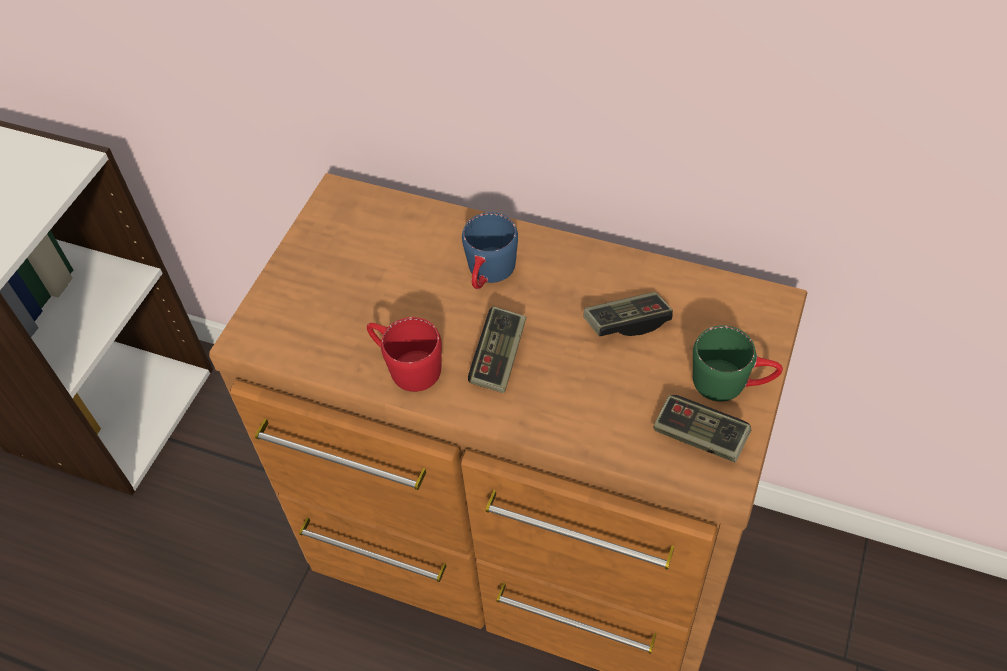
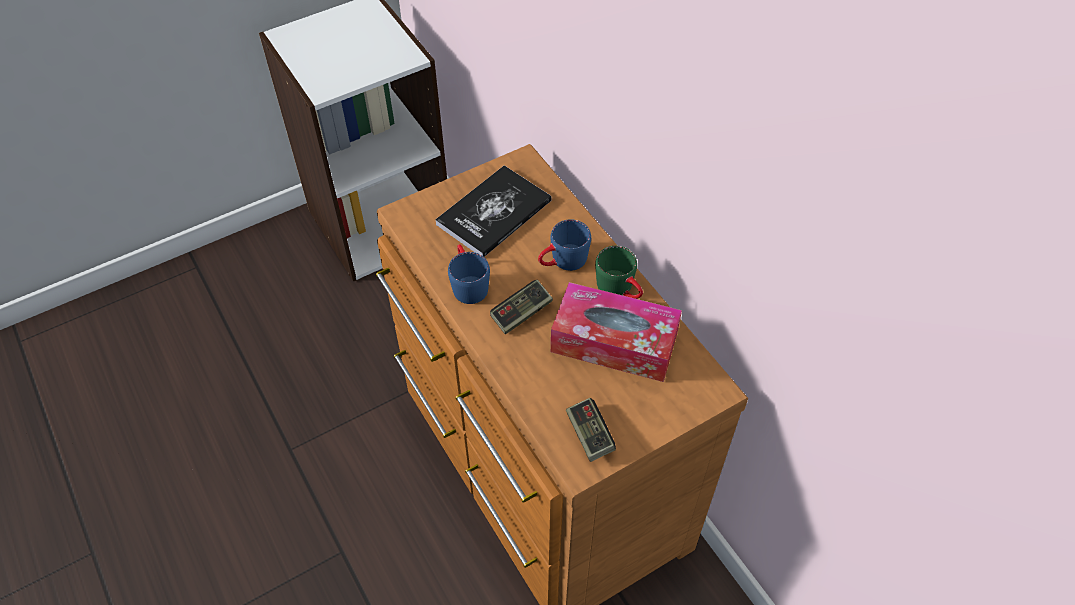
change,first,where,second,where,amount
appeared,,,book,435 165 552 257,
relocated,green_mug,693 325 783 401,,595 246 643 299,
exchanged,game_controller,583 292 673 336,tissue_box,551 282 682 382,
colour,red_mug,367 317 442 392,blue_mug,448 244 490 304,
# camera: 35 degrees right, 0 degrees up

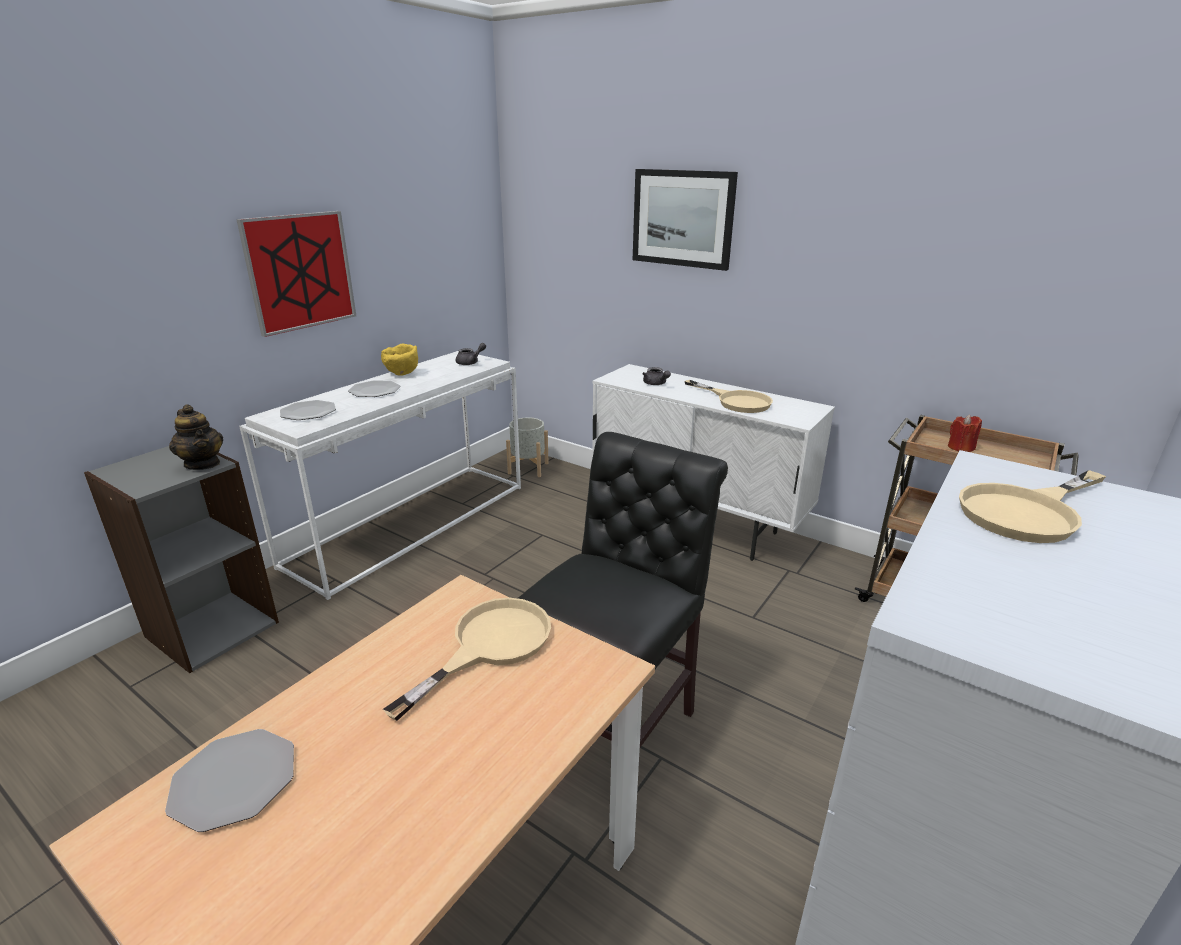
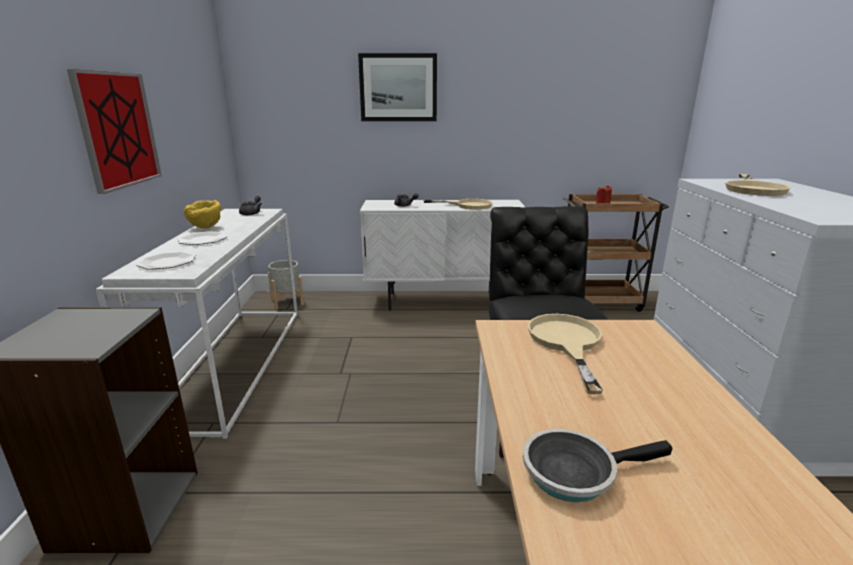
change,first,where,second,where,amount
missing,teapot,169 404 223 470,,,
exchanged,plate,165 729 294 832,frying_pan,523 429 672 502,
# camera: 35 degrees left, 5 degrees down

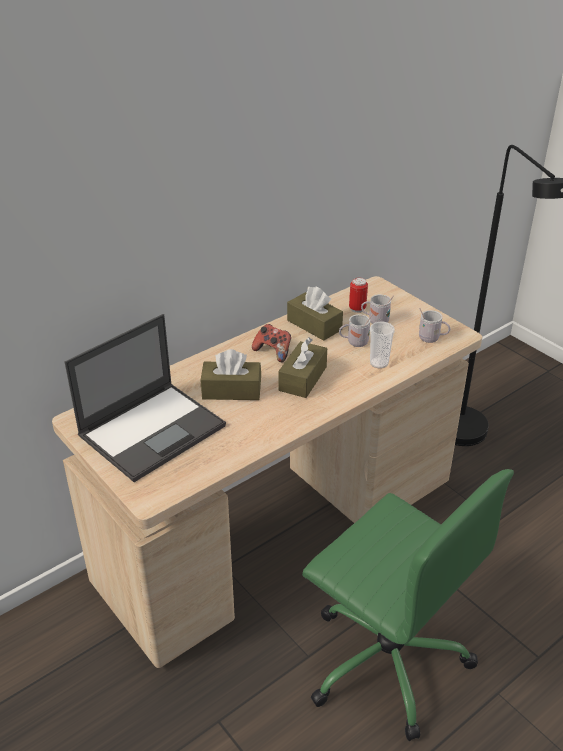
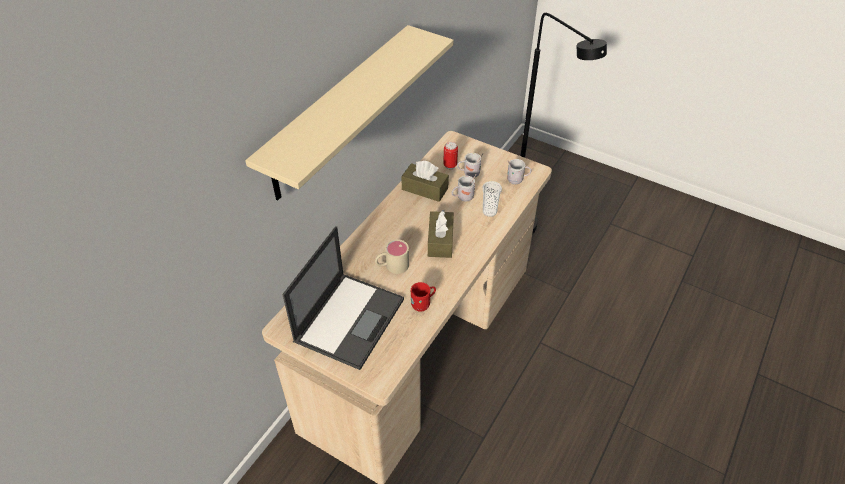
change,first,where,second,where,amount
missing,game_controller,252 324 291 362,,,
missing,green_office_chair,302 469 514 741,,,
appeared,,,beige_shelf,245 25 454 200,
appeared,,,red_mug,411 282 436 311,
exchanged,brown_tissue_box,201 349 261 400,beige_mug,375 239 409 274,
# camera: 20 degrees left, 10 degrees up

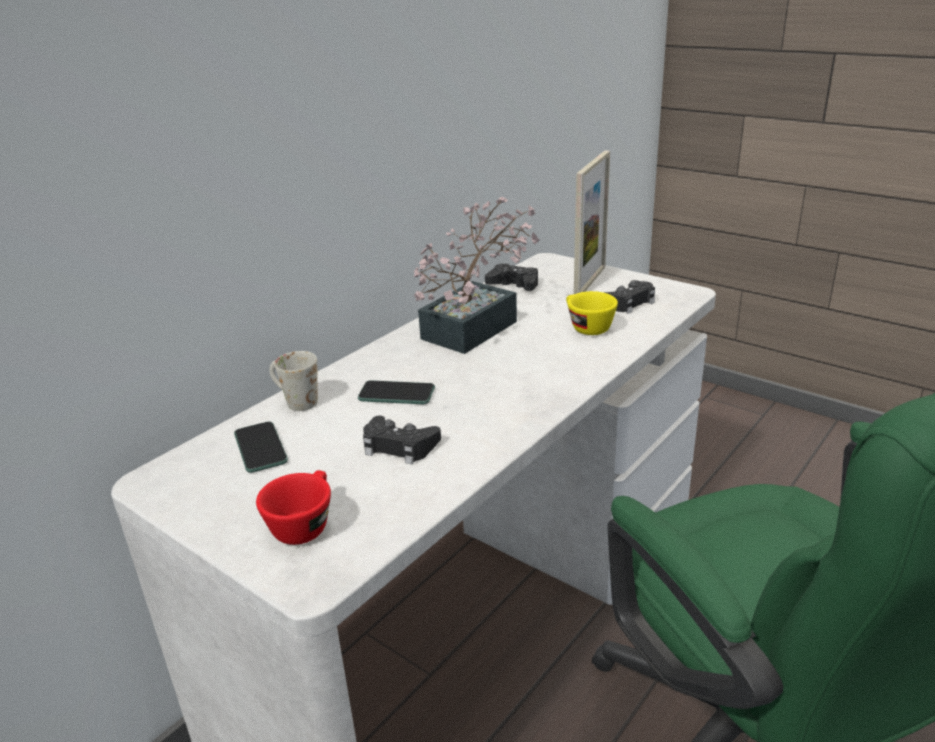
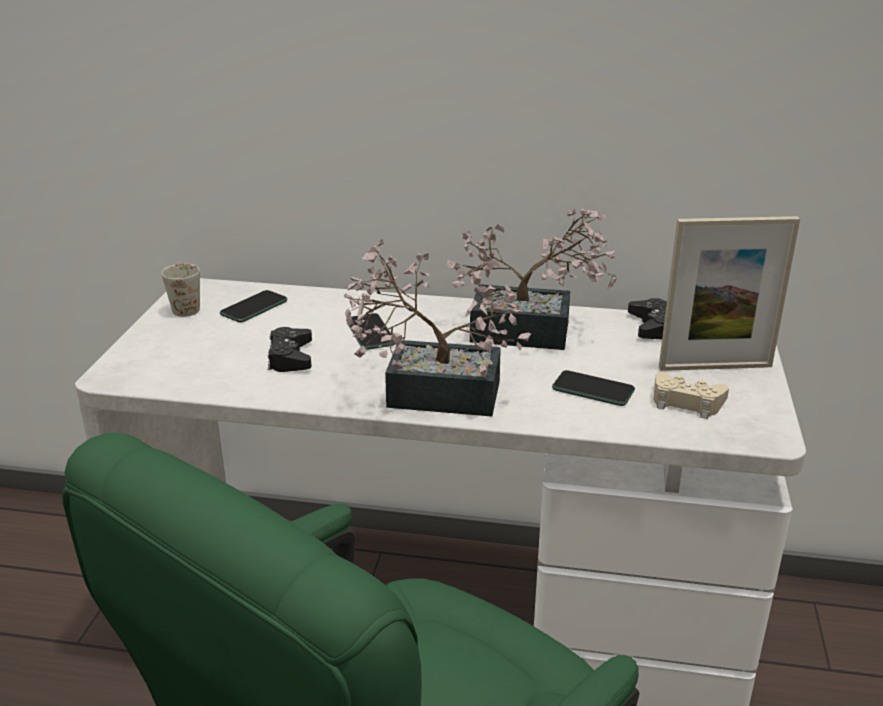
change,first,where,second,where,amount
missing,red_cup,256 470 331 545,,,
appeared,,,potted_plant,344 239 531 417,
relocated,white_mug,269 351 318 411,,161 263 200 317,
exchanged,yellow_cup,566 291 618 335,phone,552 370 635 406,
colour,black_game_controller,603 280 655 314,beige_game_controller,653 372 729 419,
# camera: 60 degrees right, 0 degrees up

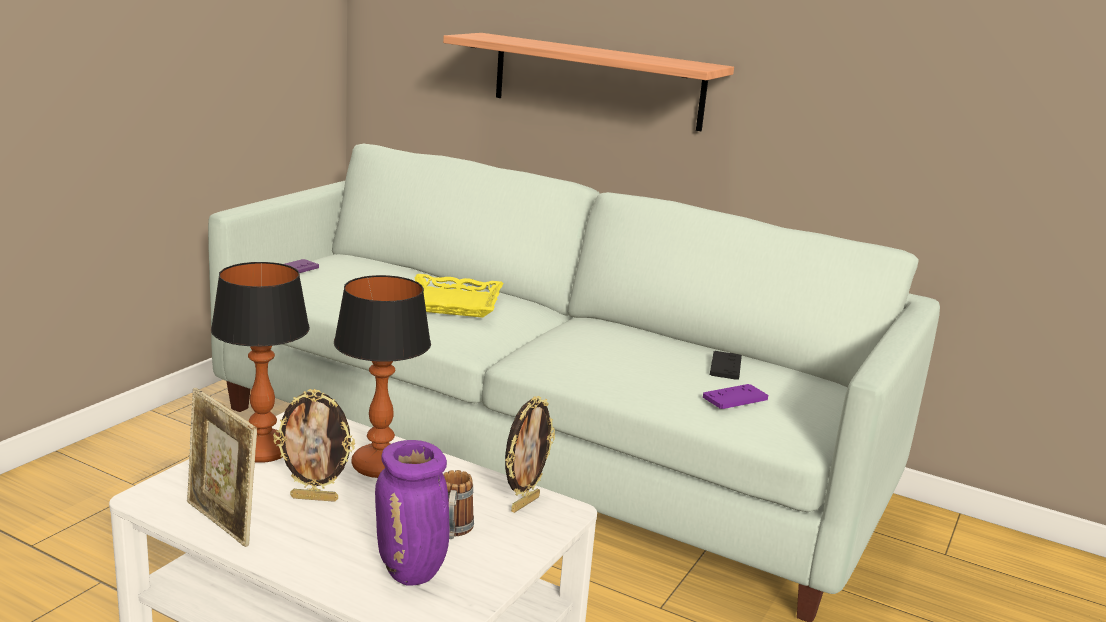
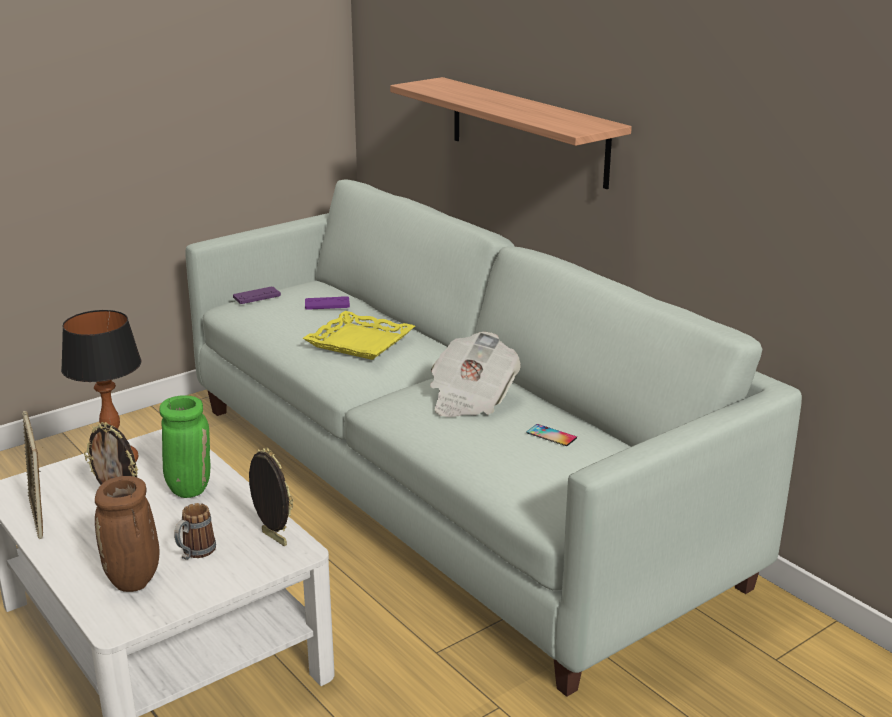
change,first,where,second,where,amount
appeared,,,newspaper,430 332 521 417,
relocated,purple_game_controller,703 384 768 409,,305 296 350 310,
exchanged,table_lamp,334 275 431 478,green_vase,160 395 210 498,
exchanged,black_game_controller,710 351 742 380,phone,527 424 577 446,
colour,purple_vase,375 440 449 586,brown_vase,95 476 159 592,
spun,picture_frame,505 396 555 513,,249 447 293 546,105 degrees counterclockwise
# camera: 25 degrees right, 5 degrees up

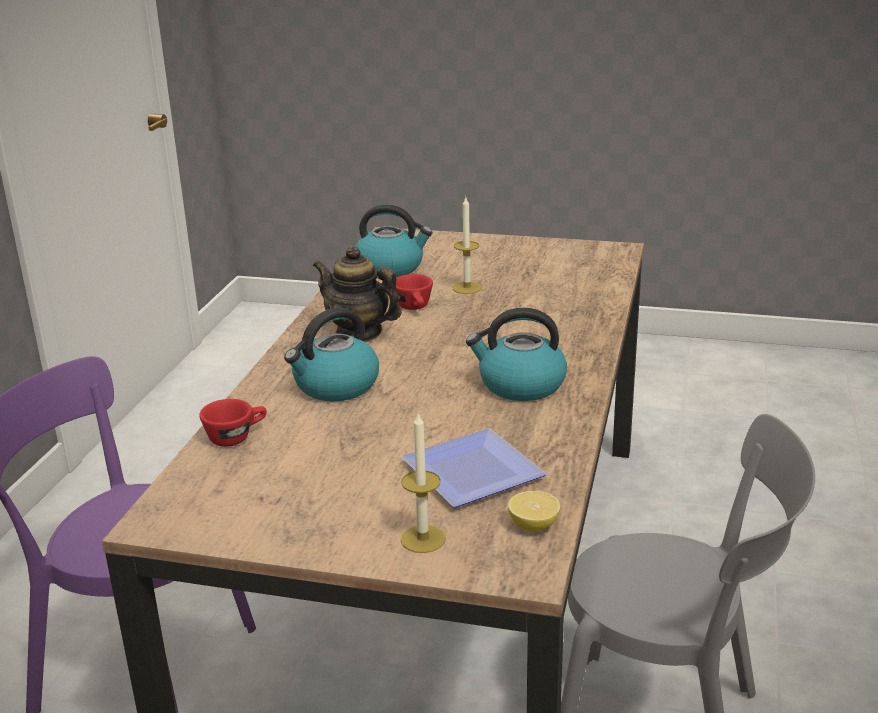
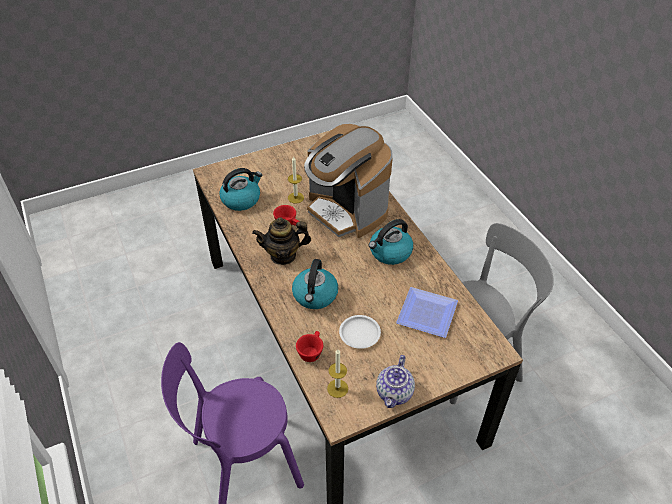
change,first,where,second,where,amount
missing,lemon,508 491 560 532,,,
appeared,,,coffee_machine,304 124 393 238,
appeared,,,white_plate,339 315 381 349,
appeared,,,teapot,376 355 415 408,
relocated,candle,401 412 446 553,,327 349 348 398,
# camera: 40 degrees left, 20 degrees up

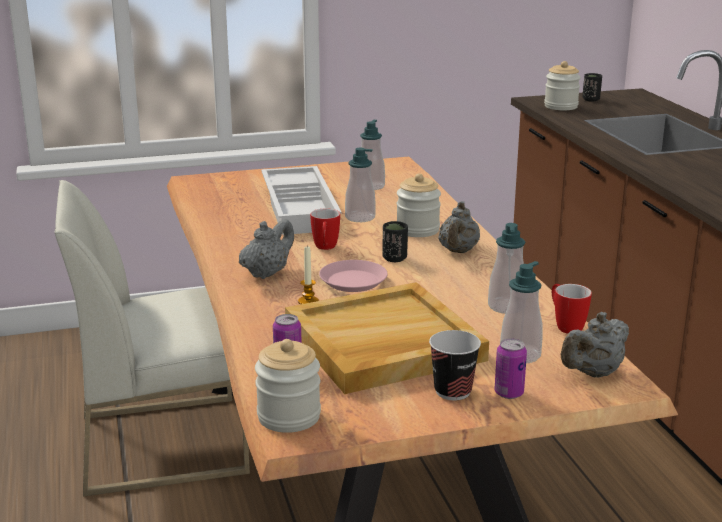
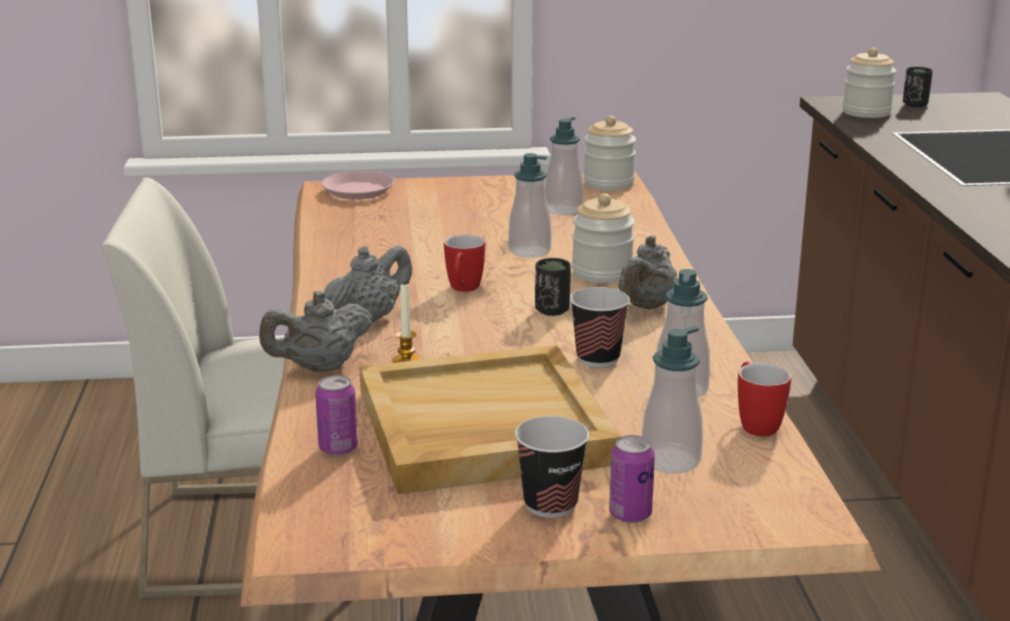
change,first,where,second,where,amount
missing,white_tray,261 166 342 235,,,
appeared,,,cup,570 287 630 367,
relocated,jar,255 339 321 433,,583 116 636 191,
relocated,pink_plate,319 260 388 292,,322 171 394 199,
relocated,grey_teapot,561 312 629 378,,259 291 373 372,
# camera: 10 degrees right, 0 degrees up

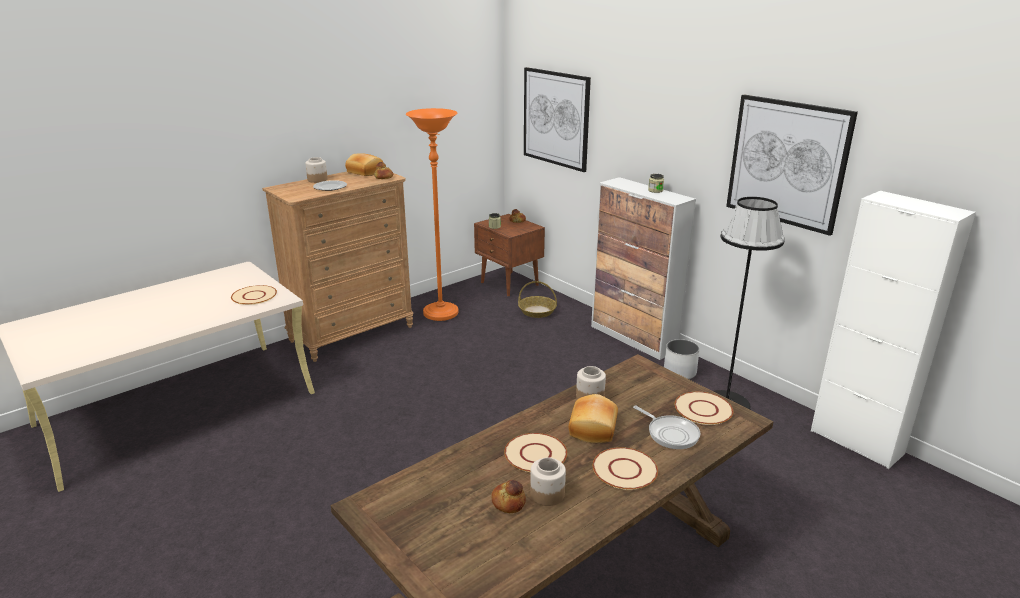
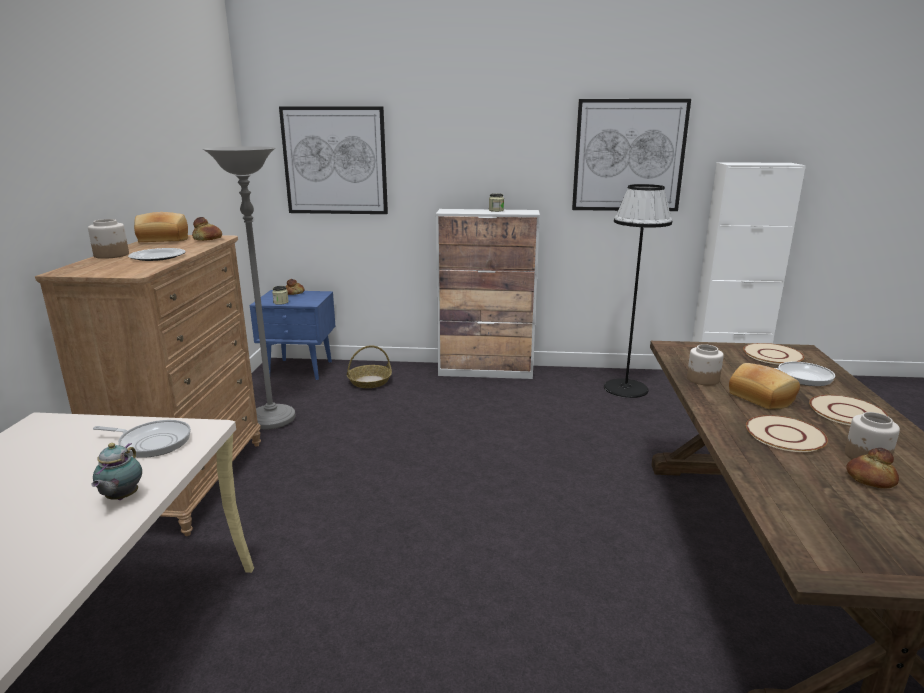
change,first,where,second,where,amount
missing,white_planter,664 339 700 379,,,
appeared,,,teapot,91 443 142 500,
exchanged,beige_plate,231 285 277 305,frying_pan,93 420 191 458,
colour,orange_floor_lamp,406 108 458 321,grey_floor_lamp,203 147 296 429,
colour,brown_nightstand,474 214 545 296,blue_nightstand,250 290 335 380,
# camera: 45 degrees left, 5 degrees down

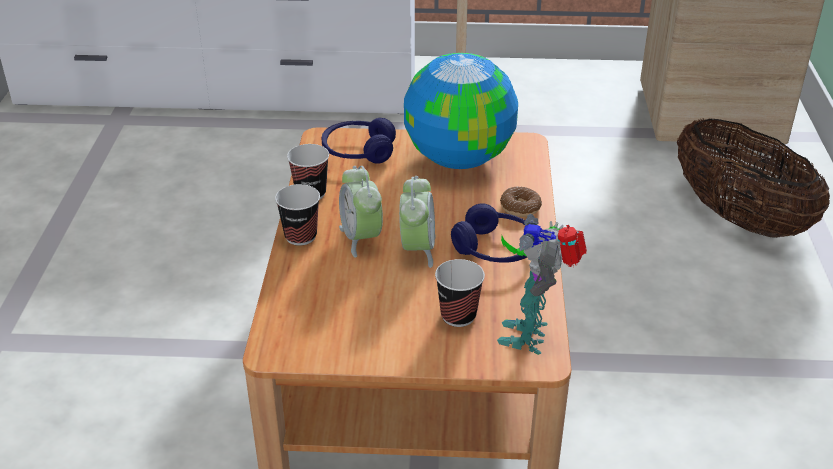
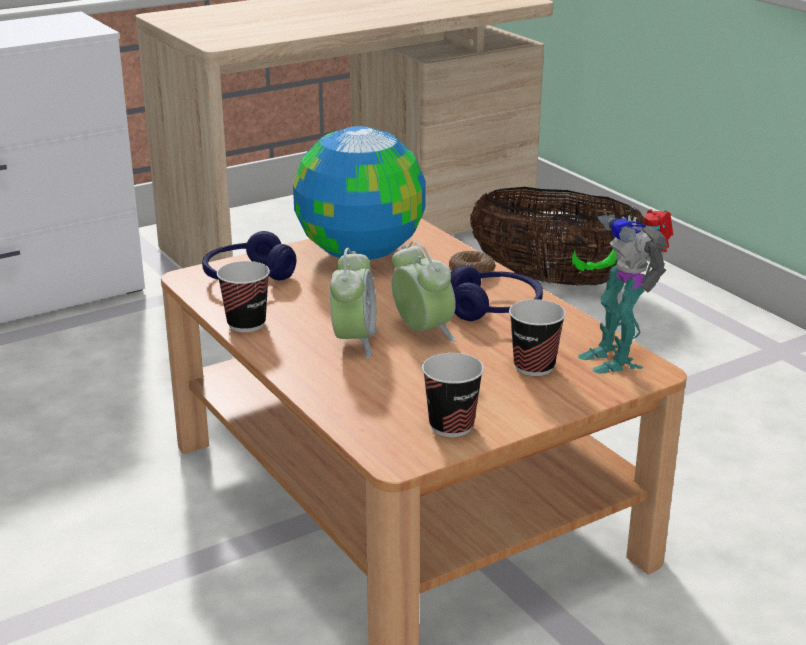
change,first,where,second,where,amount
relocated,cup,275 184 320 246,,422 353 484 437,
spun,alarm_clock,339 166 383 258,,330 248 378 359,120 degrees counterclockwise
# camera: 35 degrees left, 10 degrees down

